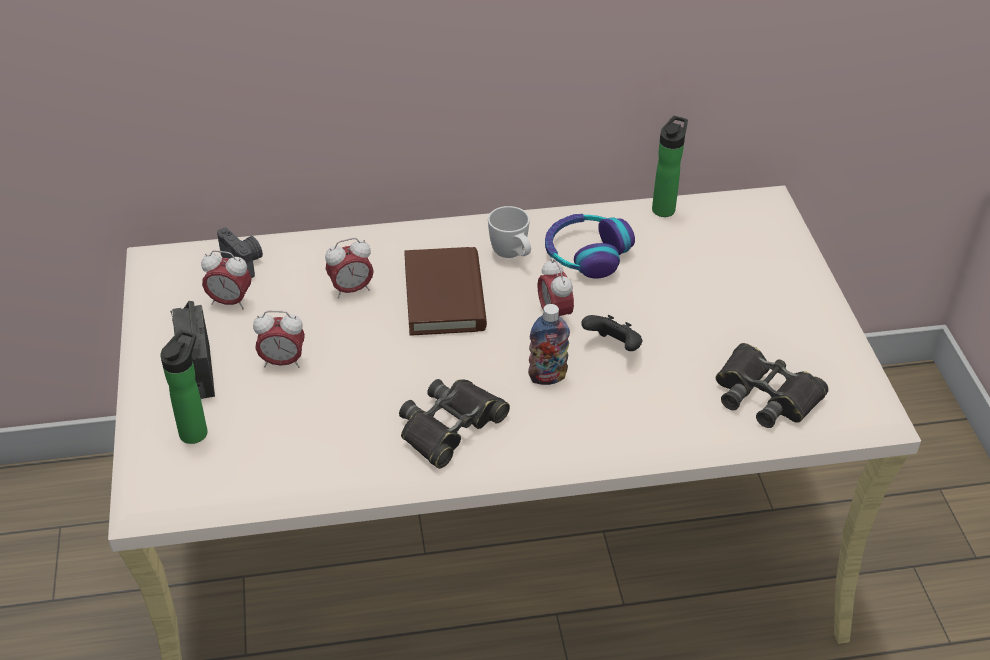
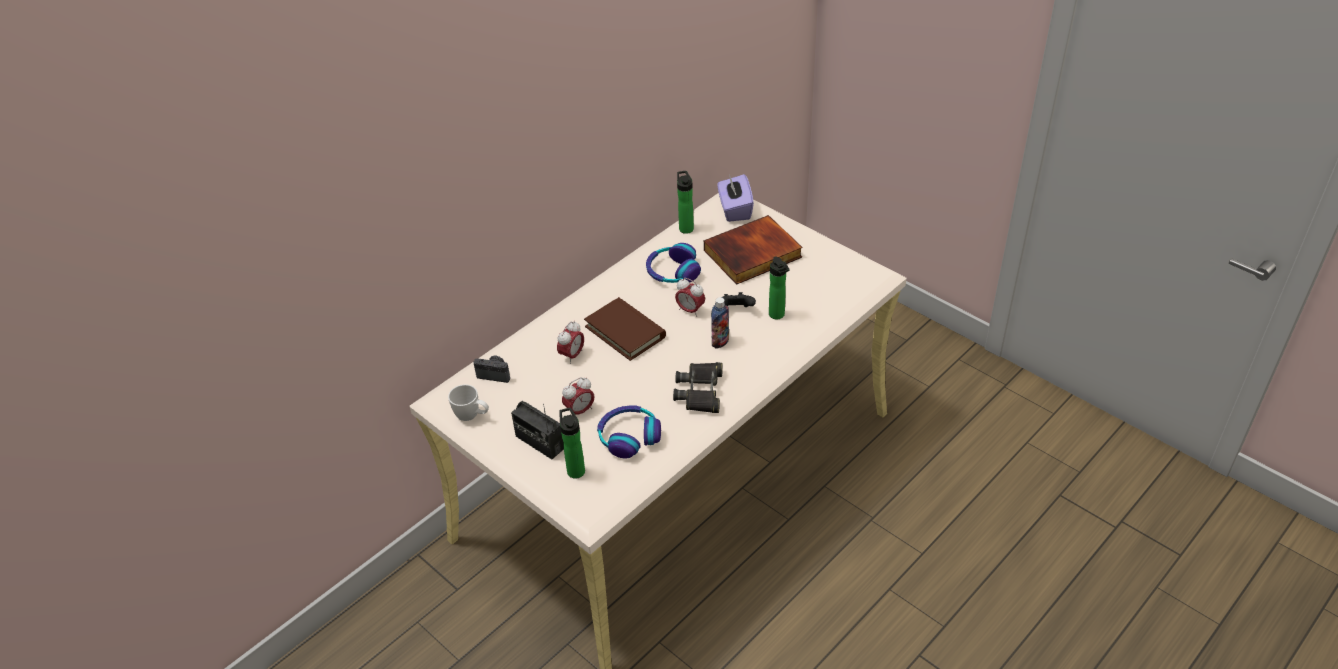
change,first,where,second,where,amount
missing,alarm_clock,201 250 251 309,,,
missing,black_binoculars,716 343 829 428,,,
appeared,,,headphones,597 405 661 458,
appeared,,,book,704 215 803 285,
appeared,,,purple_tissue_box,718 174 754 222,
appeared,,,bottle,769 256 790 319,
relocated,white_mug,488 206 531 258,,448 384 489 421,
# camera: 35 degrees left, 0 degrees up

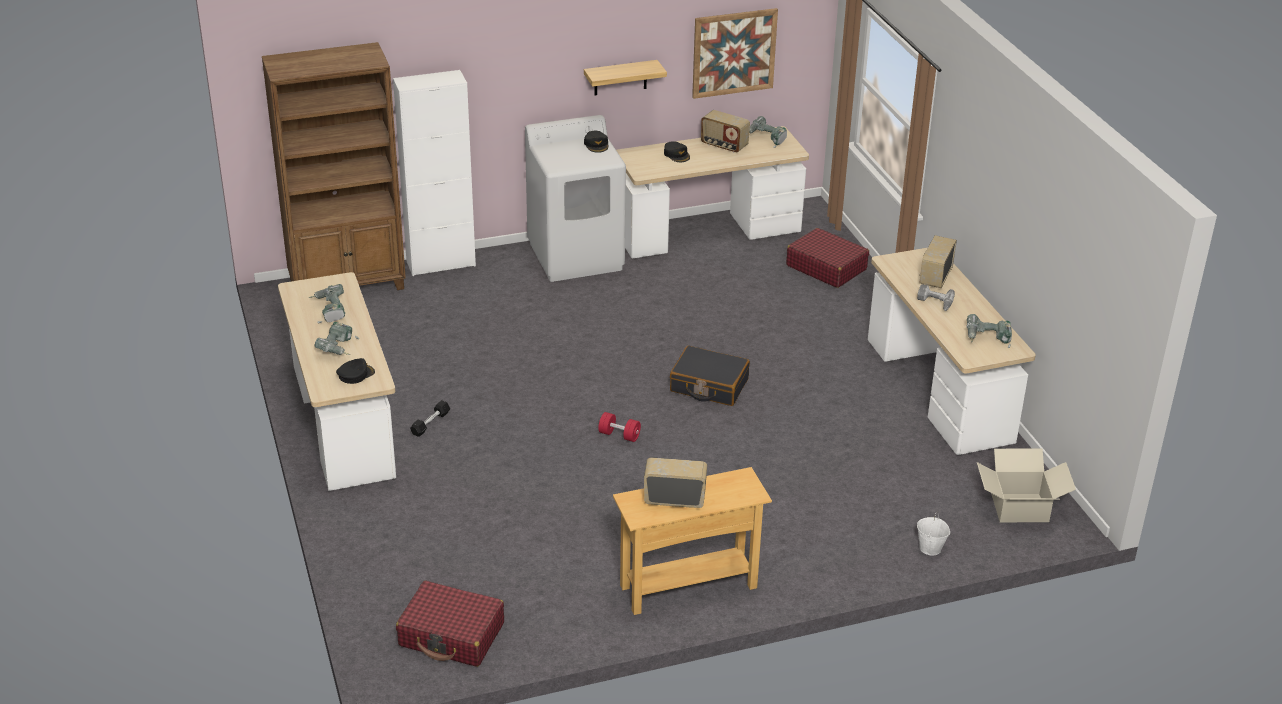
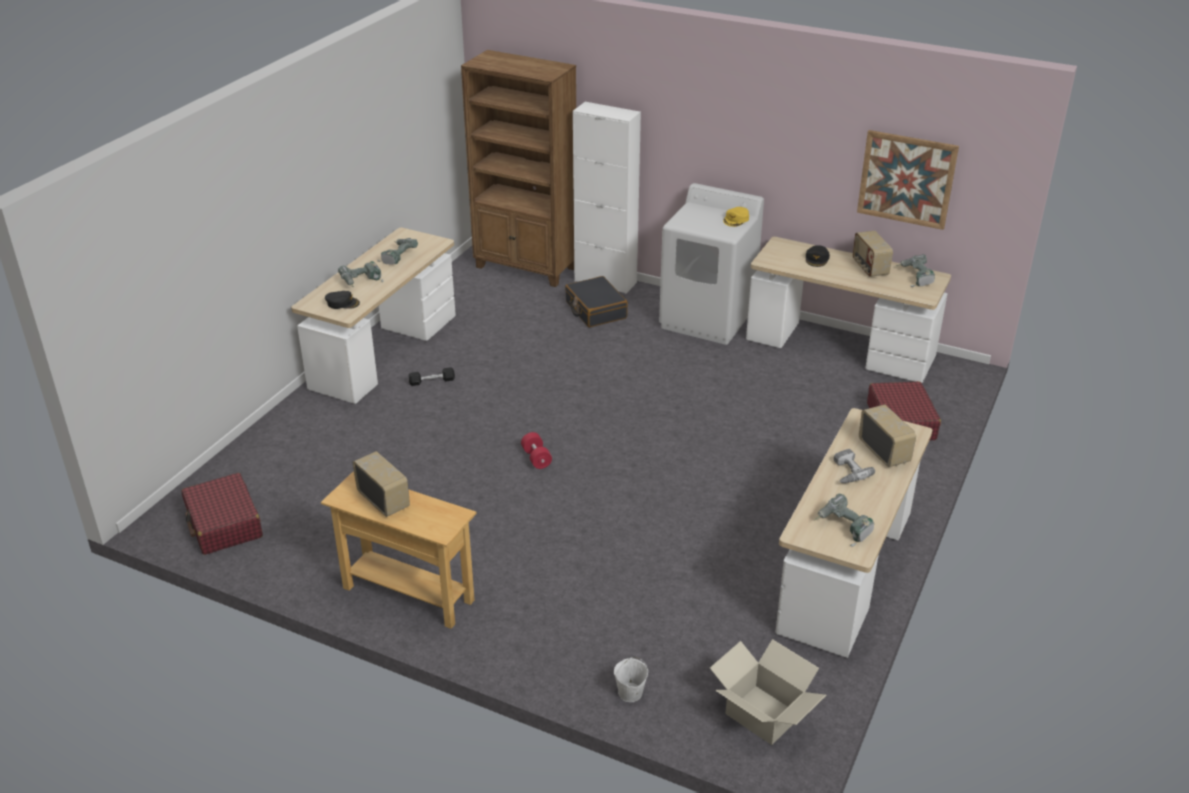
change,first,where,second,where,amount
missing,shelf,584 60 667 96,,,
relocated,black_suitcase,670 346 750 406,,565 276 628 327,
colour,black_cap,584 131 608 153,yellow_cap,723 207 749 227,
spun,radio,919 235 957 288,,859 405 916 467,90 degrees clockwise
# camera: 45 degrees right, 0 degrees up

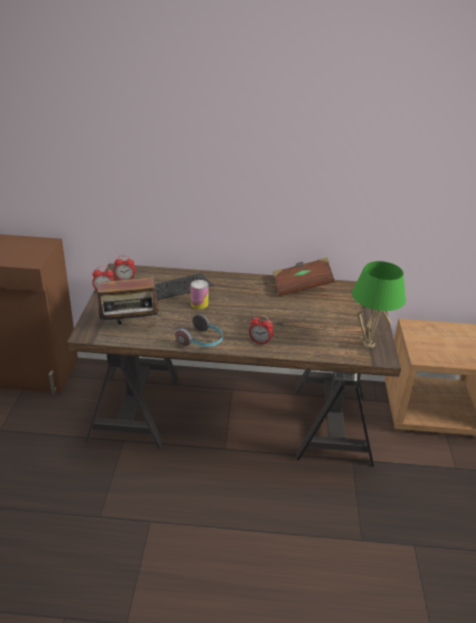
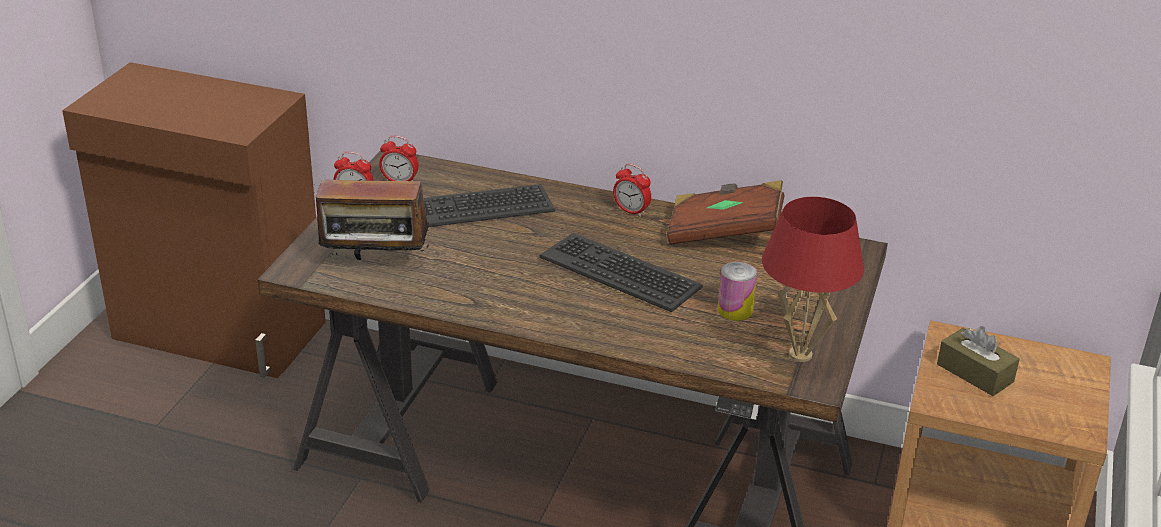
change,first,where,second,where,amount
missing,headphones,175 314 223 347,,,
appeared,,,keyboard,539 233 703 312,
appeared,,,brown_tissue_box,937 326 1020 396,
relocated,can,191 280 209 309,,718 262 757 321,
relocated,alarm_clock,249 315 273 345,,613 164 651 217,
colour,green_table_lamp,352 261 406 348,red_table_lamp,762 197 864 362,
# camera: 15 degrees right, 0 degrees up

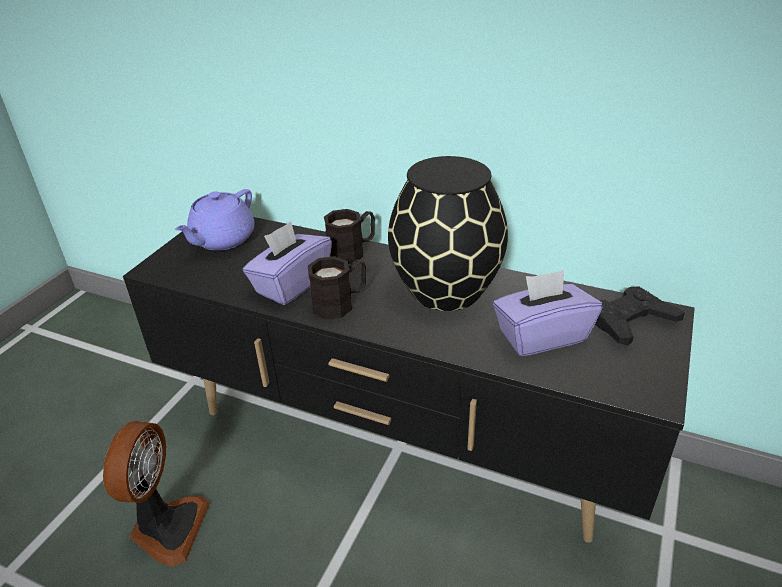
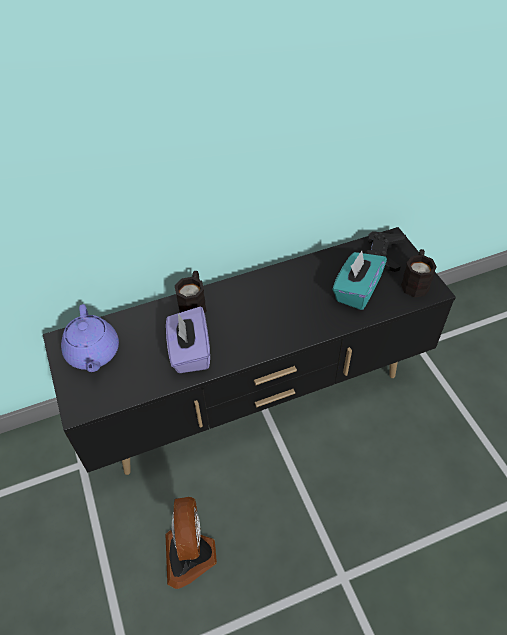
change,first,where,second,where,amount
missing,black_vase,388 156 508 311,,,
relocated,black_mug,308 256 366 319,,401 249 437 298,
colour,purple_tissue_box,493 270 602 356,turquoise_tissue_box,332 251 387 310,
spun,fan,103 421 210 566,,165 497 217 589,150 degrees counterclockwise
# camera: 45 degrees left, 15 degrees up

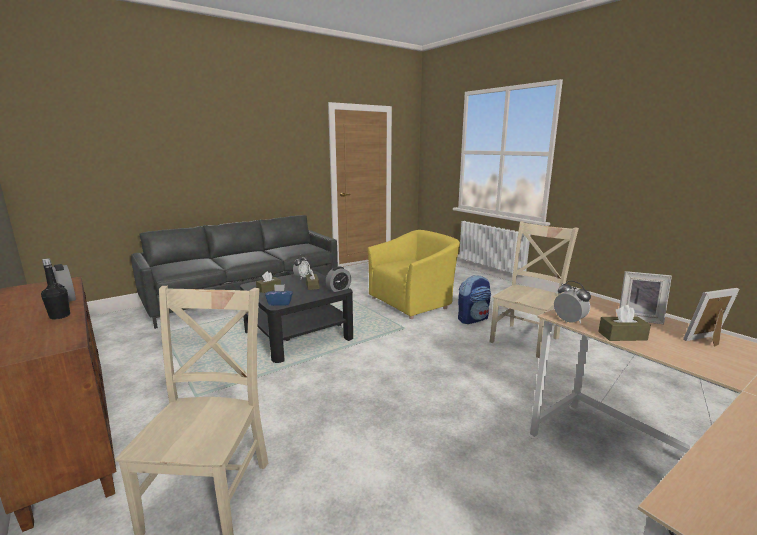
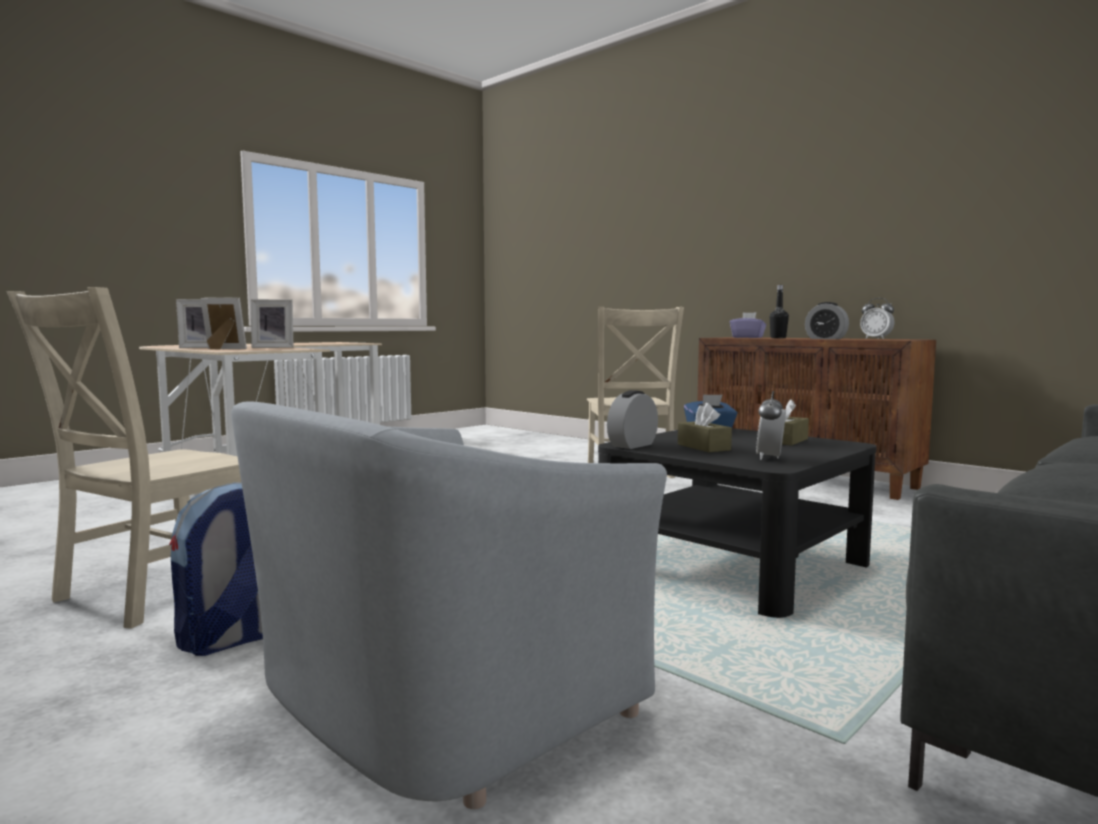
change,first,where,second,where,amount
appeared,,,purple_tissue_box,730 312 766 338,
relocated,alarm_clock,554 281 591 324,,860 298 894 339,
exchanged,brown_tissue_box,598 305 651 341,picture_frame,251 299 294 348,
colour,yellow_armchair,367 230 460 319,grey_armchair,231 401 667 809,
# camera: 170 degrees right, 10 degrees down

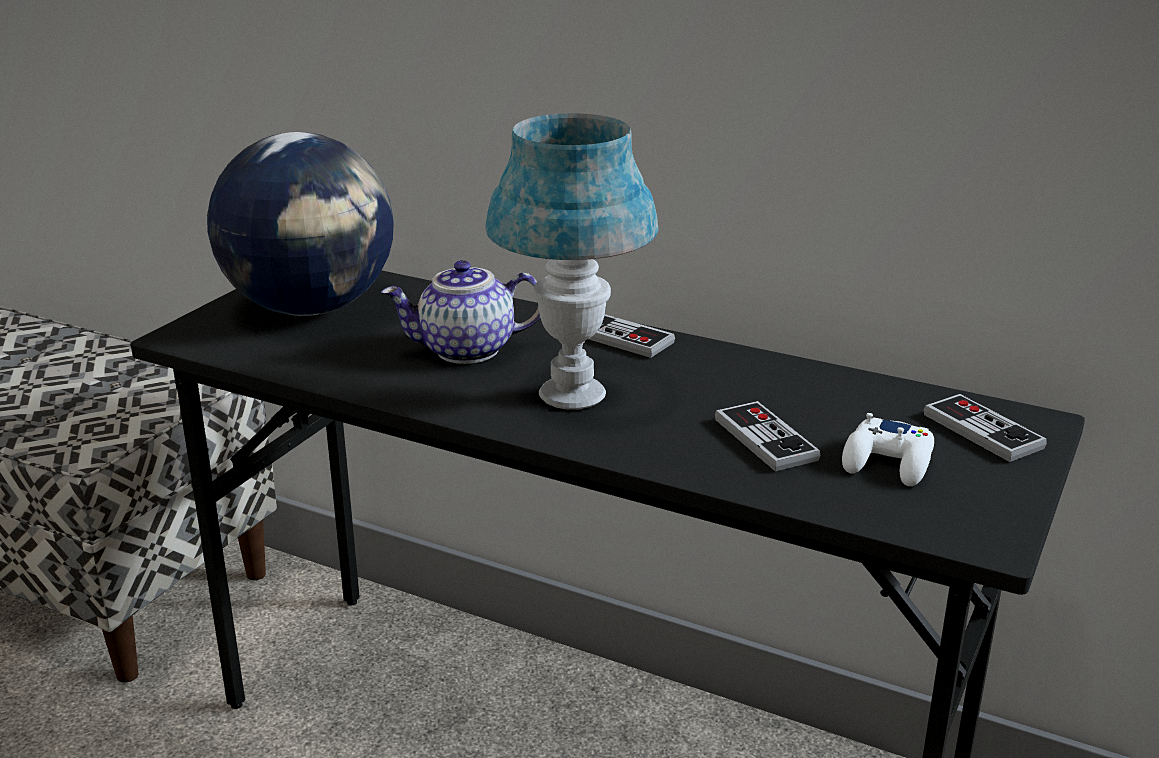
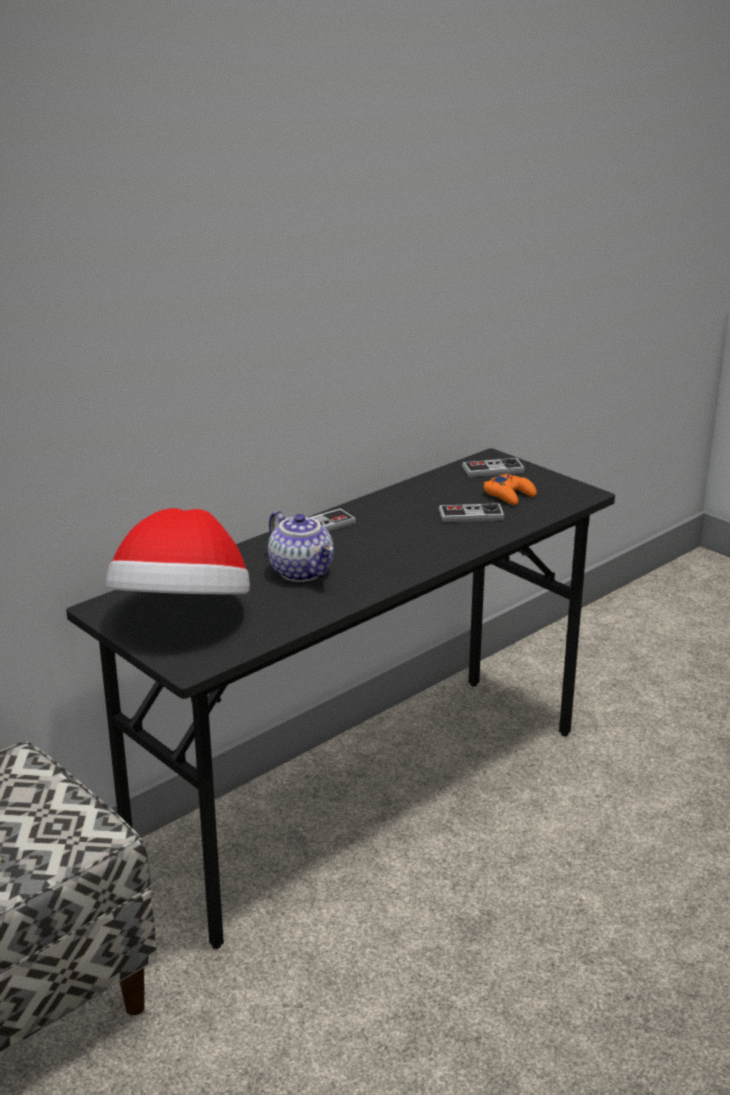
change,first,where,second,where,amount
missing,blue_table_lamp,485 113 658 410,,,
exchanged,globe,207 132 394 316,hat,106 508 250 594,
colour,white_game_controller,842 413 934 486,orange_game_controller,483 474 537 505,
spun,teapot,381 260 540 364,,268 511 334 582,45 degrees counterclockwise
# camera: 70 degrees left, 0 degrees up

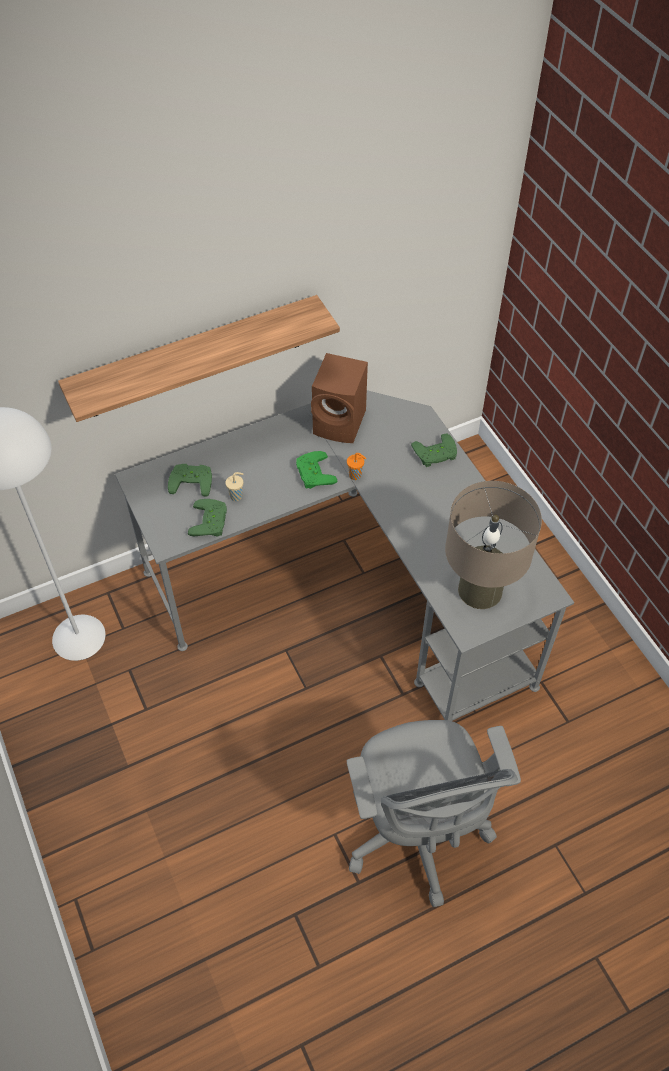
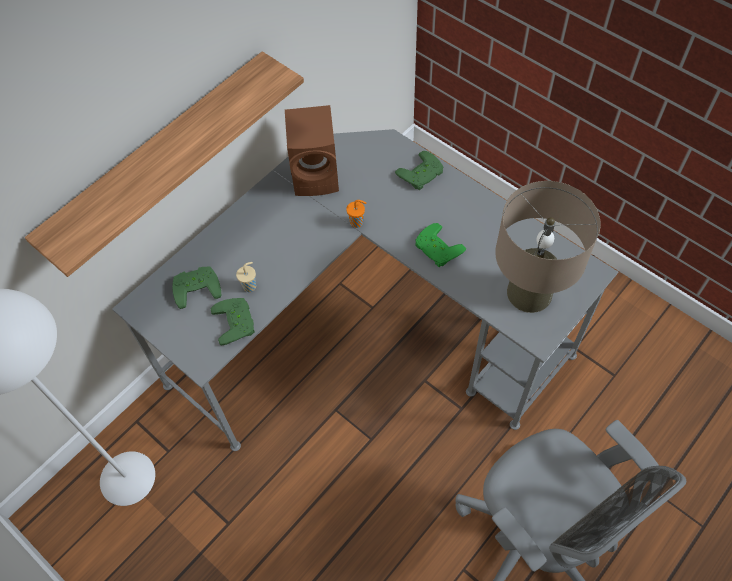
change,first,where,second,where,amount
relocated,green_game_controller,296 451 338 489,,415 223 466 267,
# camera: 20 degrees left, 5 degrees up

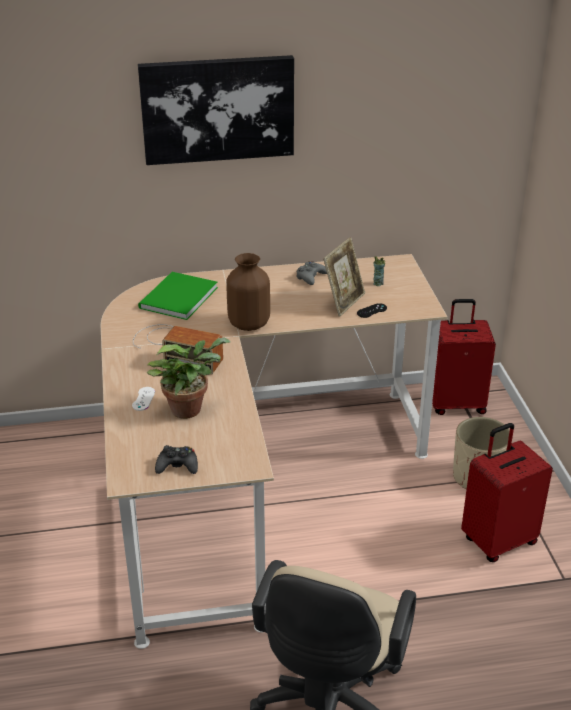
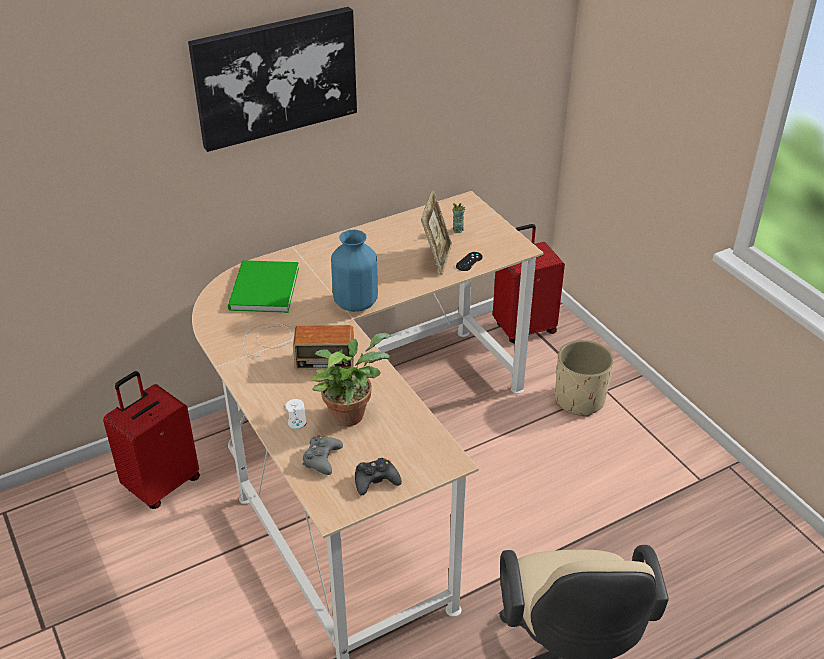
change,first,where,second,where,amount
relocated,grey_game_controller,296 261 327 285,,303 436 343 475,
relocated,red_suitcase,461 423 553 562,,103 371 200 509,
colour,brown_vase,226 253 270 331,blue_vase,331 230 378 312,
# camera: 20 degrees left, 5 degrees up

